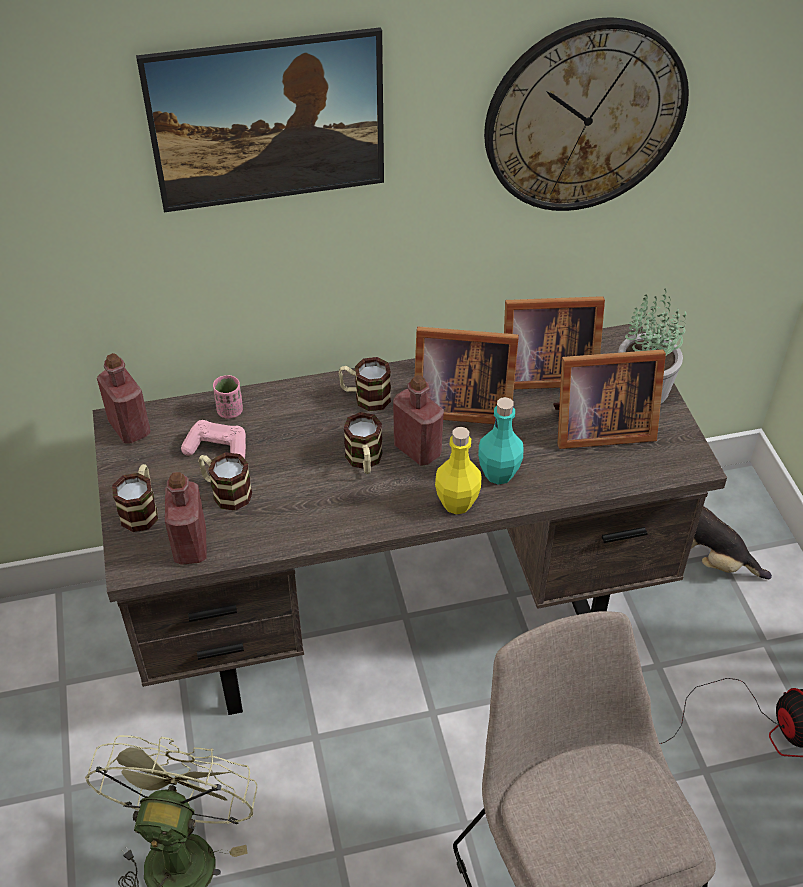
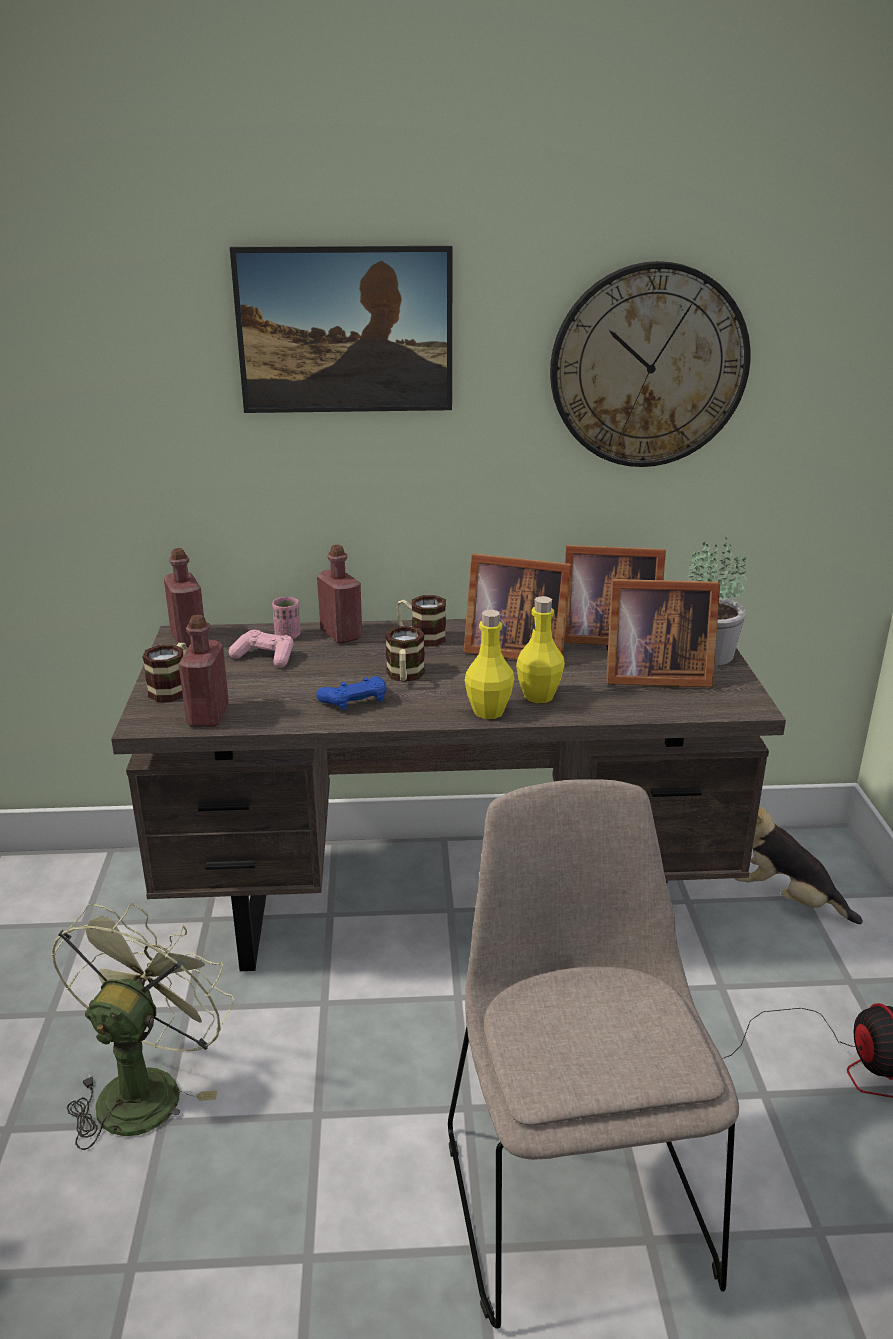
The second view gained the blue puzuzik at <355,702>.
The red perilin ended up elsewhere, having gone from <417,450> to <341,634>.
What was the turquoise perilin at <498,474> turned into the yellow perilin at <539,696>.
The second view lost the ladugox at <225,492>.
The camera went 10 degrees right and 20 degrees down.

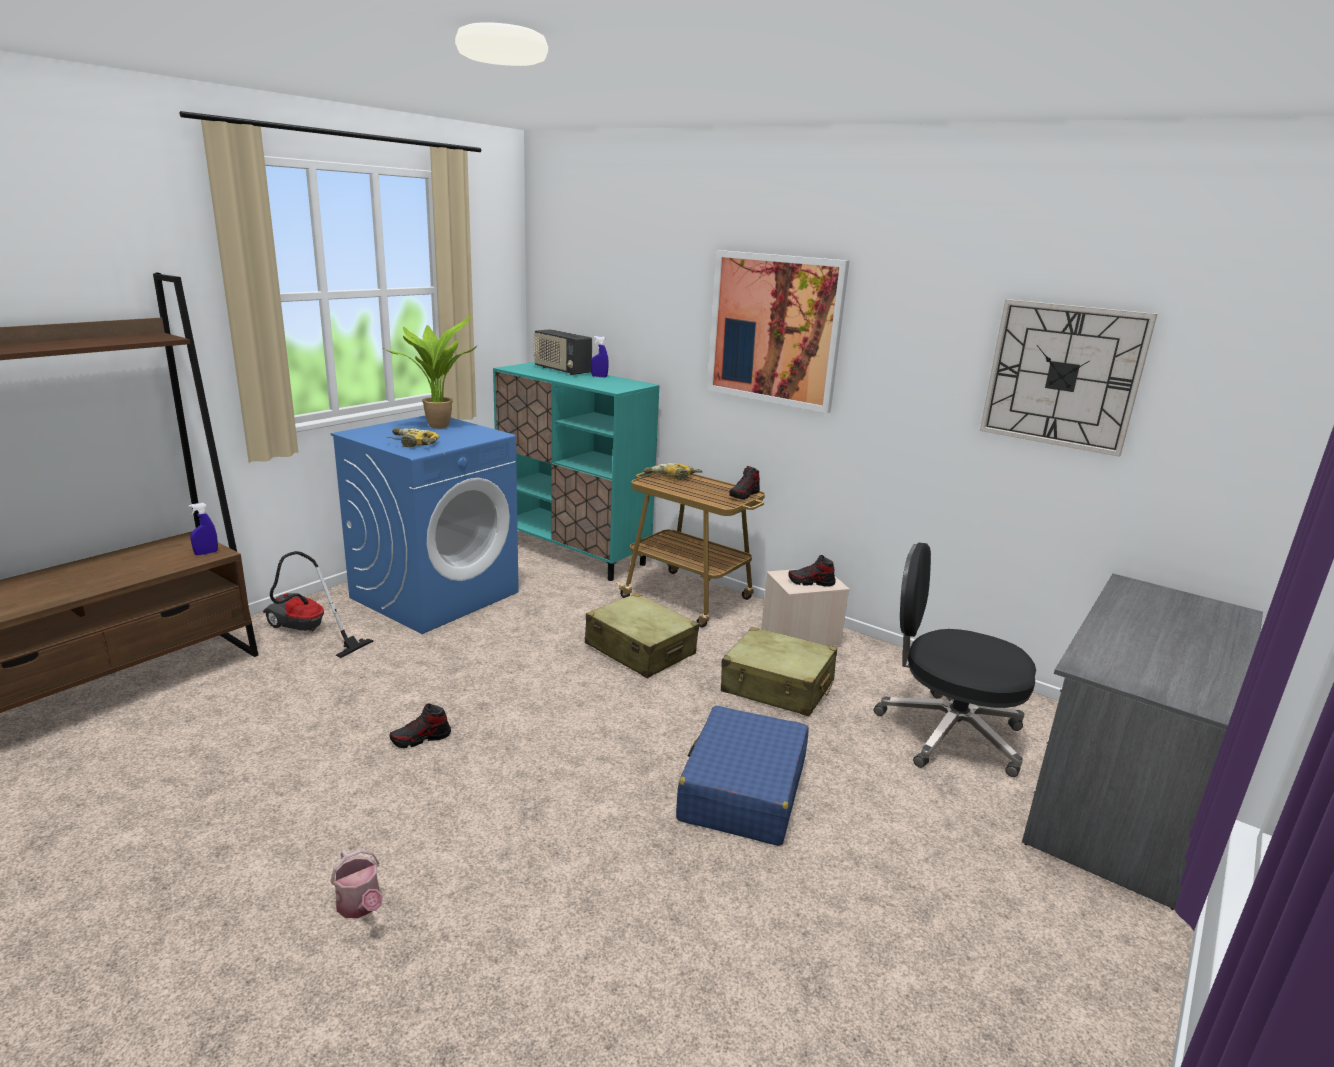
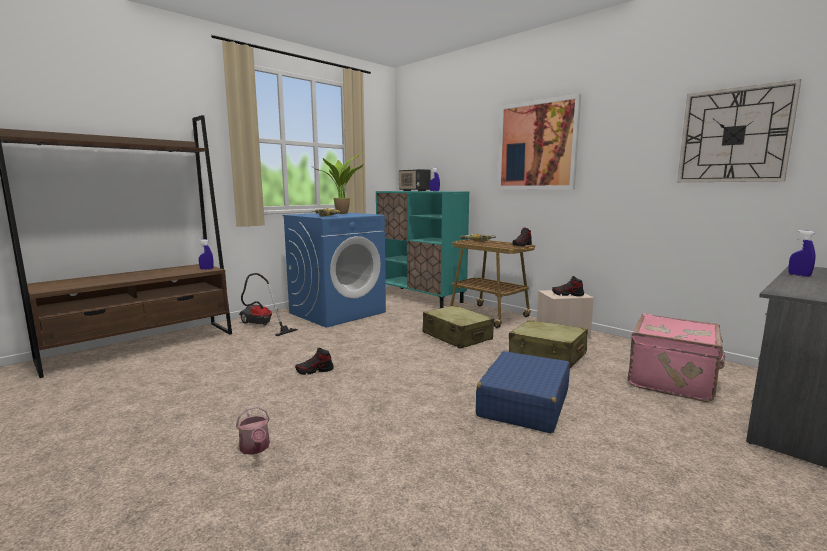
Where the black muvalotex stood at <947,733>, the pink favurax came to stand at <673,380>.
The second view gained the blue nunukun at <799,275>.
The camera went 10 degrees right and 10 degrees down.

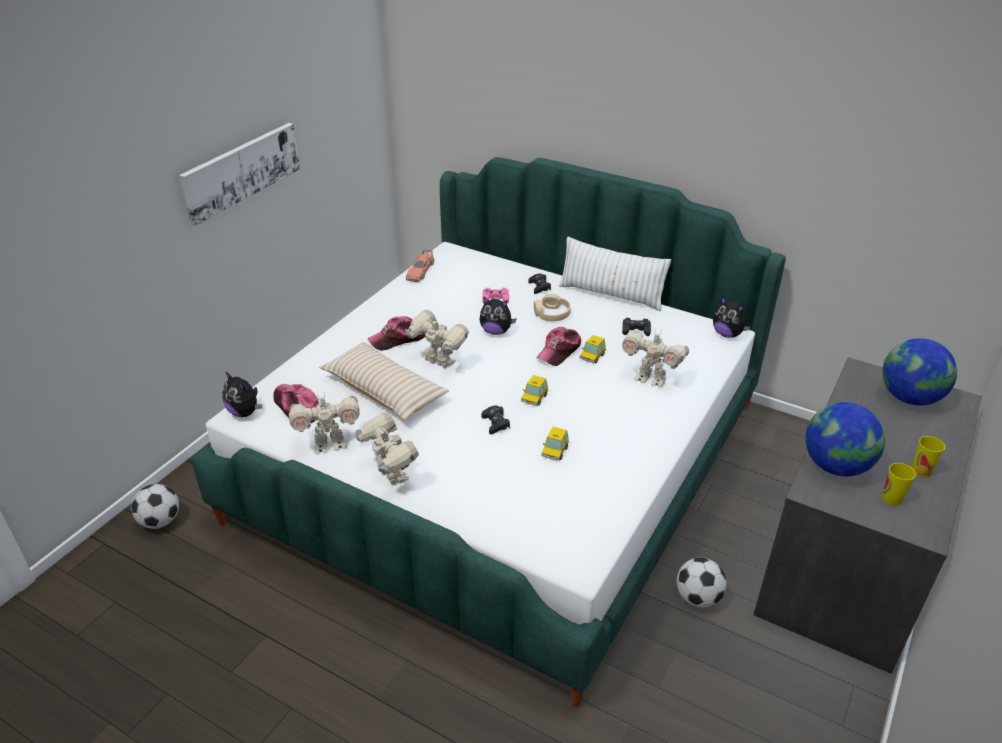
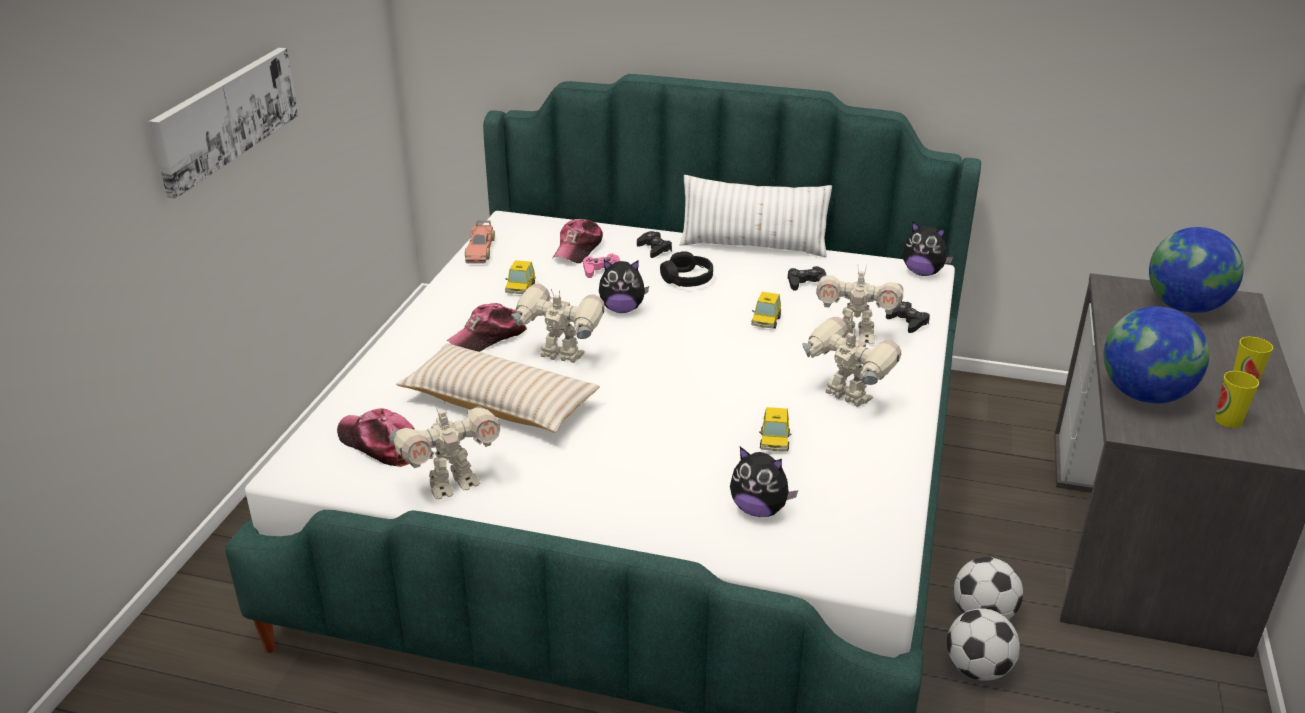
The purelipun ended up elsewhere, having gone from <534,398> to <520,288>.
The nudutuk ended up elsewhere, having gone from <559,351> to <578,249>.
What was the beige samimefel at <551,314> turned into the black samimefel at <687,279>.
The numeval ended up elsewhere, having gone from <245,412> to <759,509>.
The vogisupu ended up elsewhere, having gone from <390,475> to <846,398>.
The black puzuzik ended up elsewhere, having gone from <495,423> to <907,321>.
The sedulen ended up elsewhere, having gone from <161,521> to <978,668>.
The camera went 15 degrees left and 5 degrees down.

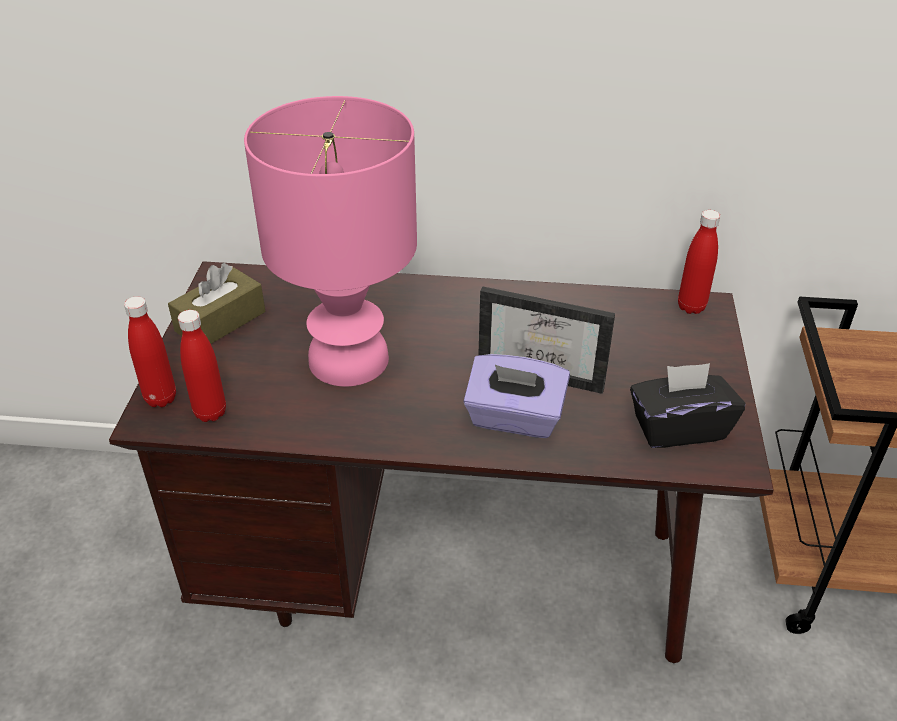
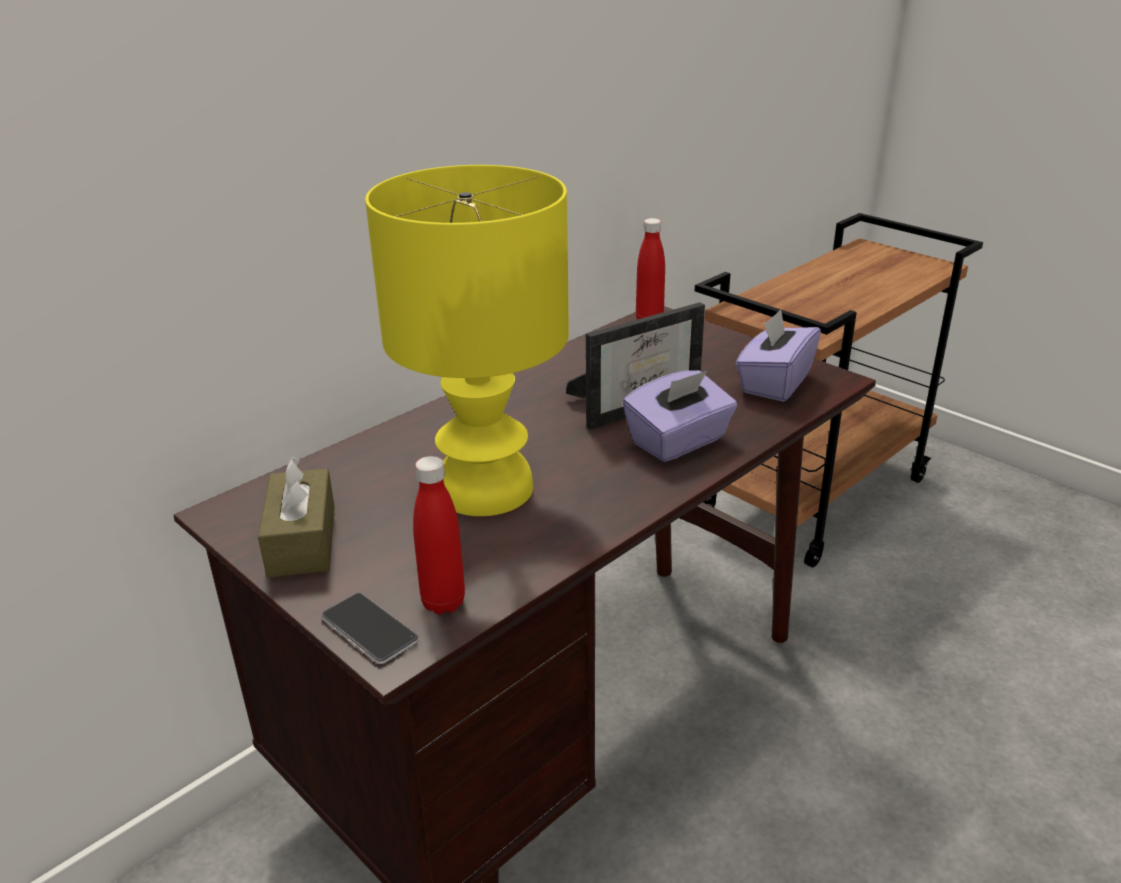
Where the red perilin stood at <161,398>, the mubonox came to stand at <369,629>.
What was the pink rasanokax at <351,359> turned into the yellow rasanokax at <486,487>.
What was the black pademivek at <679,427> turned into the purple pademivek at <774,383>.
The camera went 50 degrees left and 10 degrees down.

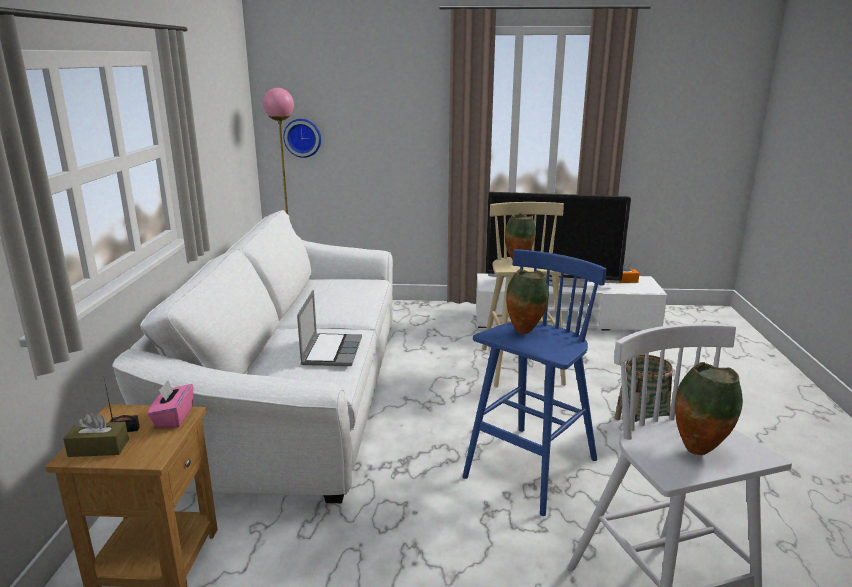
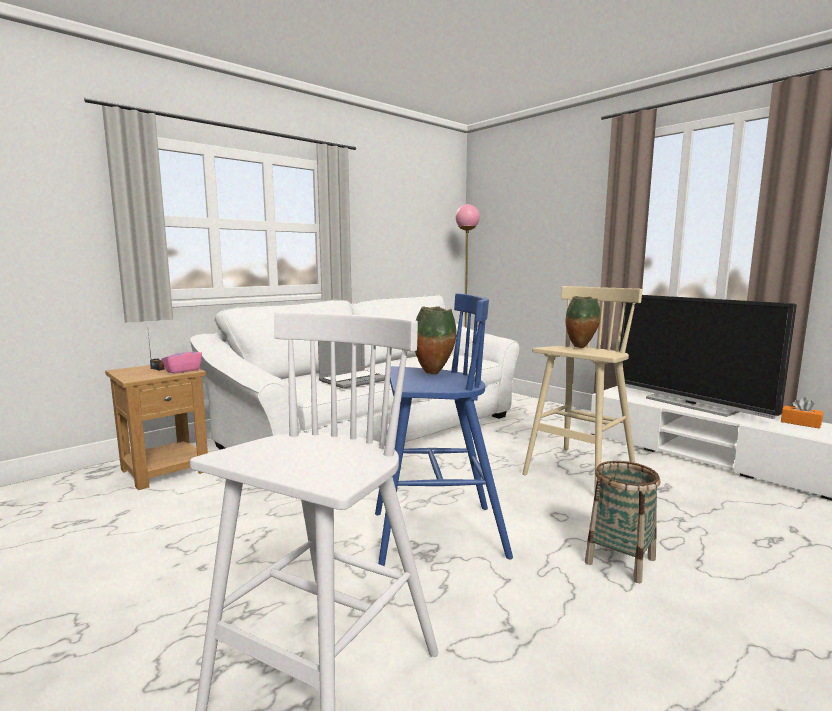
The second view lost the brown pademivek at <98,448>.
The second view lost the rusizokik at <303,137>.
The second view lost the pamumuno at <698,450>.
The camera went 45 degrees right and 10 degrees down.

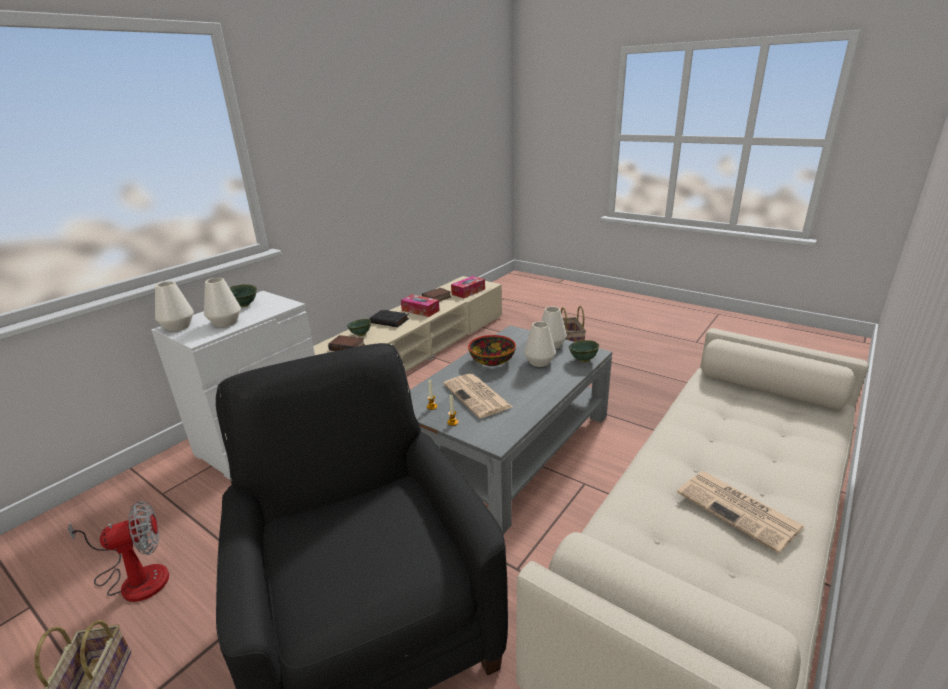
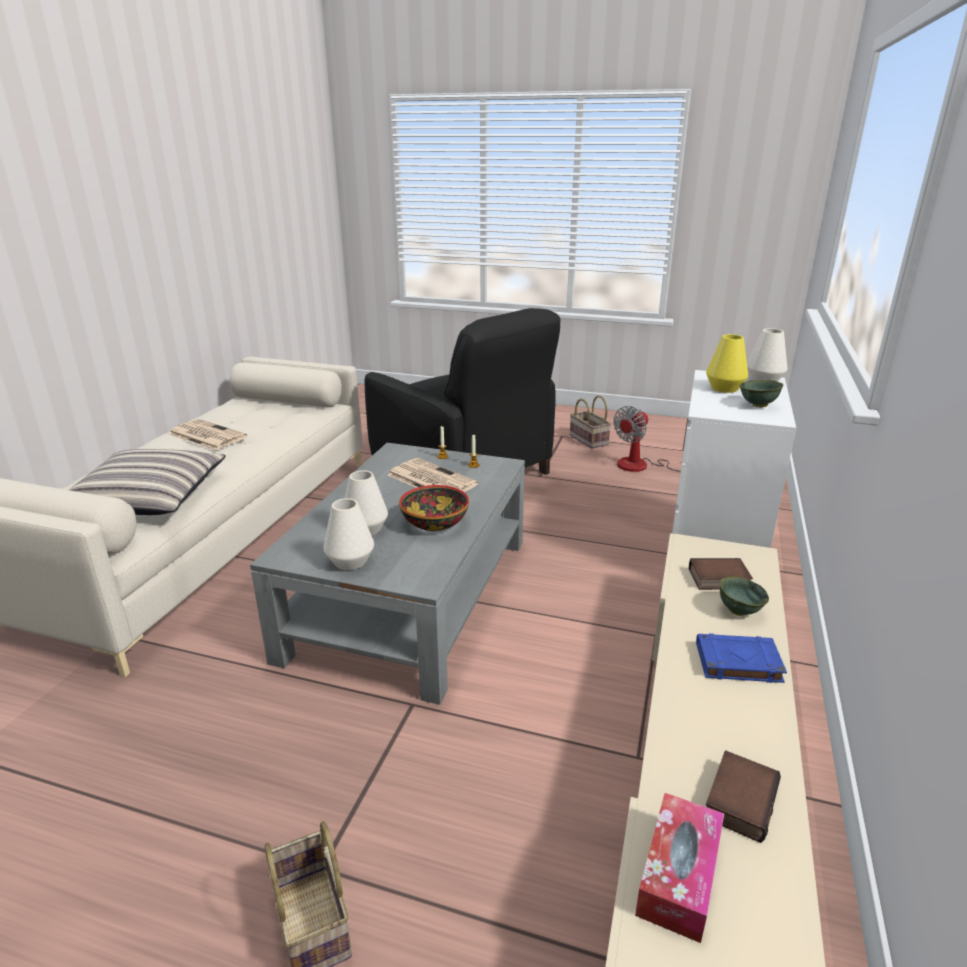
The second view gained the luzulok at <146,498>.
What was the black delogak at <390,321> turned into the blue delogak at <737,662>.
What was the white pamumuno at <225,322> turned into the yellow pamumuno at <724,388>.
The second view lost the pademivek at <420,310>.
The second view lost the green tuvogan at <583,360>.
The camera went 160 degrees right and 0 degrees up.

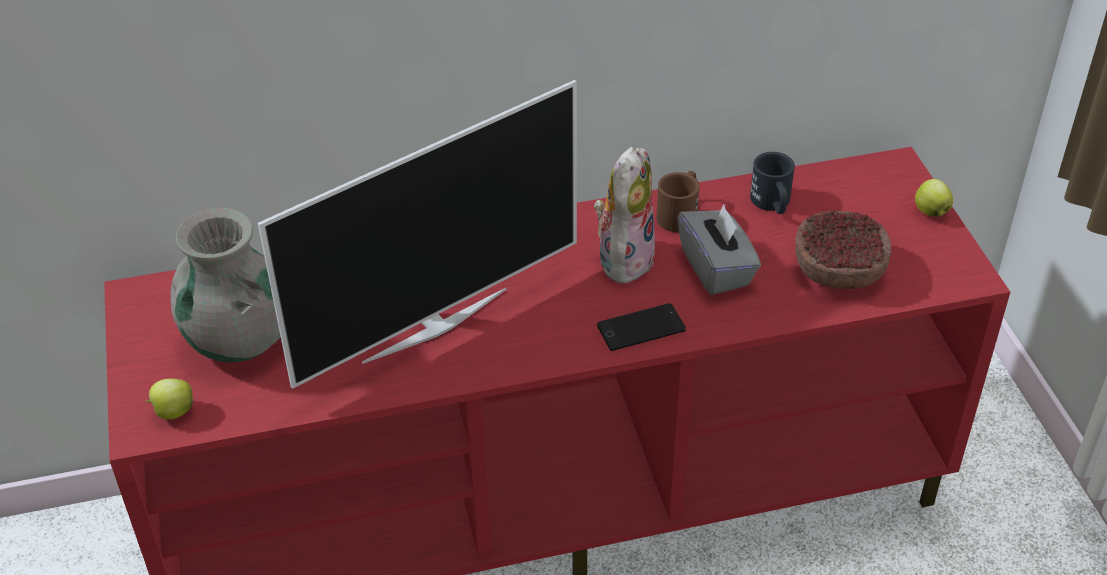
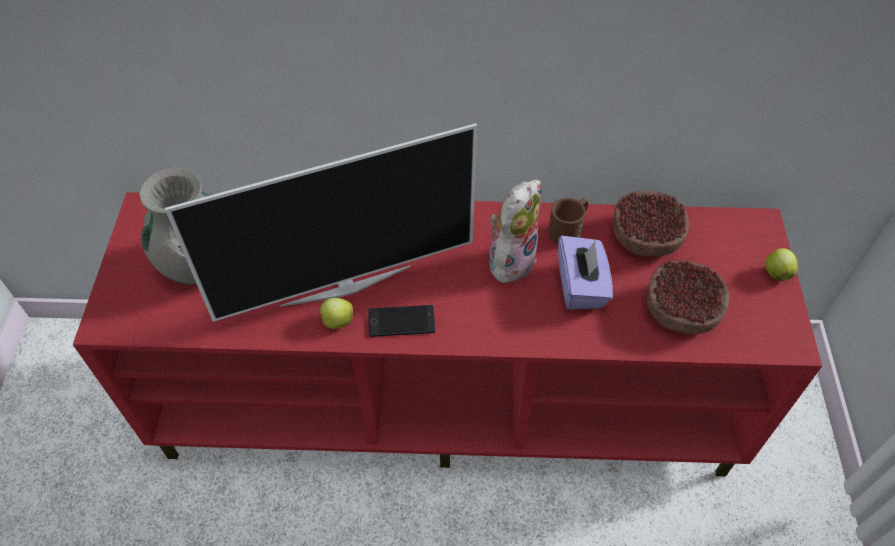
The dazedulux ended up elsewhere, having gone from <173,412> to <337,321>.
The mubonox ended up elsewhere, having gone from <641,328> to <401,321>.
What was the grey pademivek at <716,268> turned into the purple pademivek at <581,286>.
Where the black ladugox stood at <772,204>, the tuvogan came to stand at <646,237>.
The camera went 15 degrees right and 10 degrees up.

